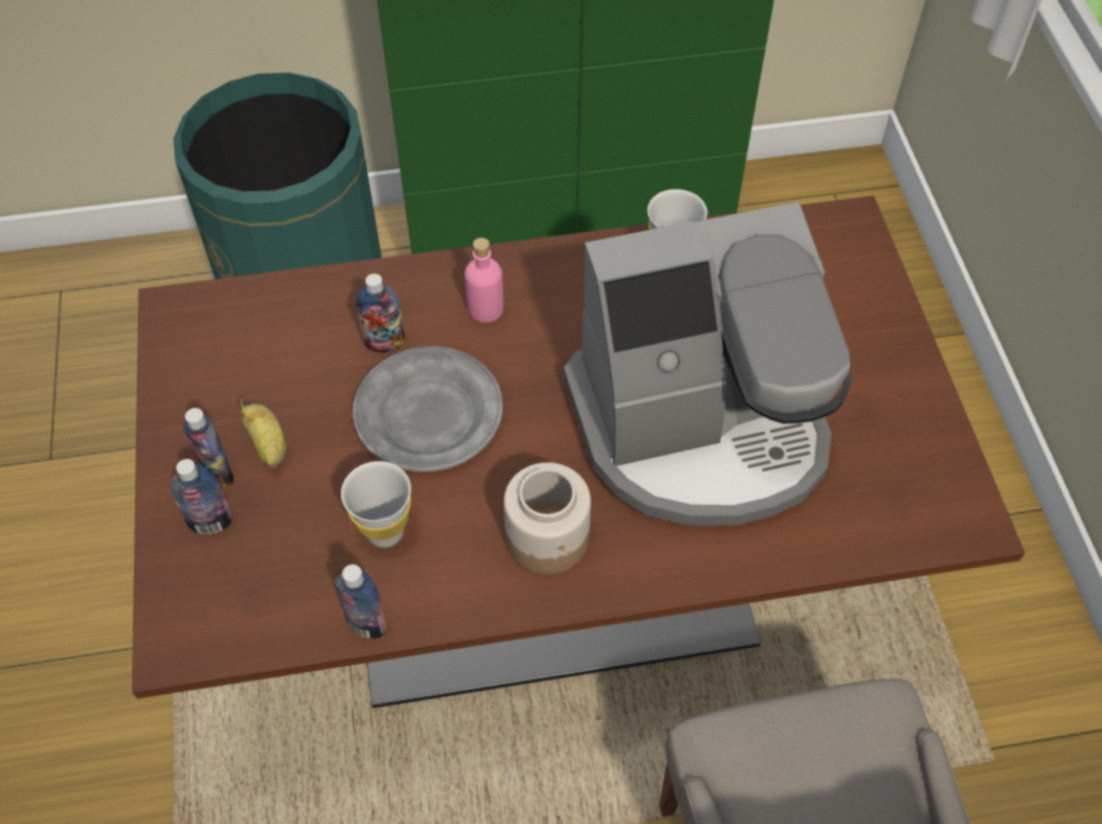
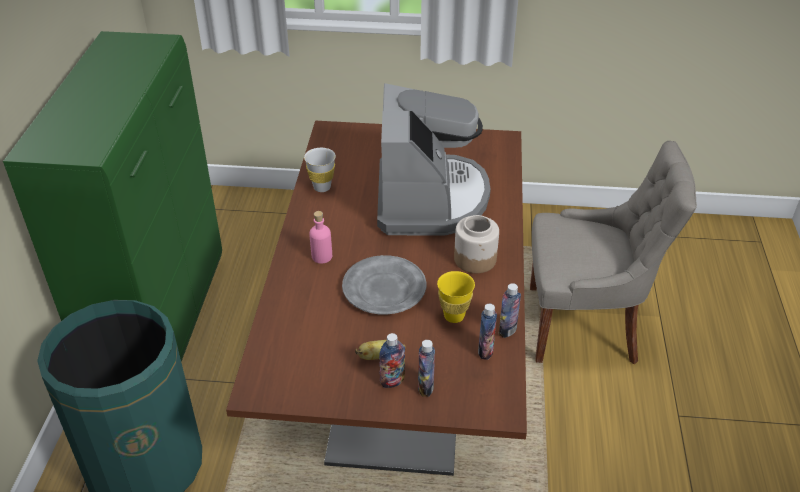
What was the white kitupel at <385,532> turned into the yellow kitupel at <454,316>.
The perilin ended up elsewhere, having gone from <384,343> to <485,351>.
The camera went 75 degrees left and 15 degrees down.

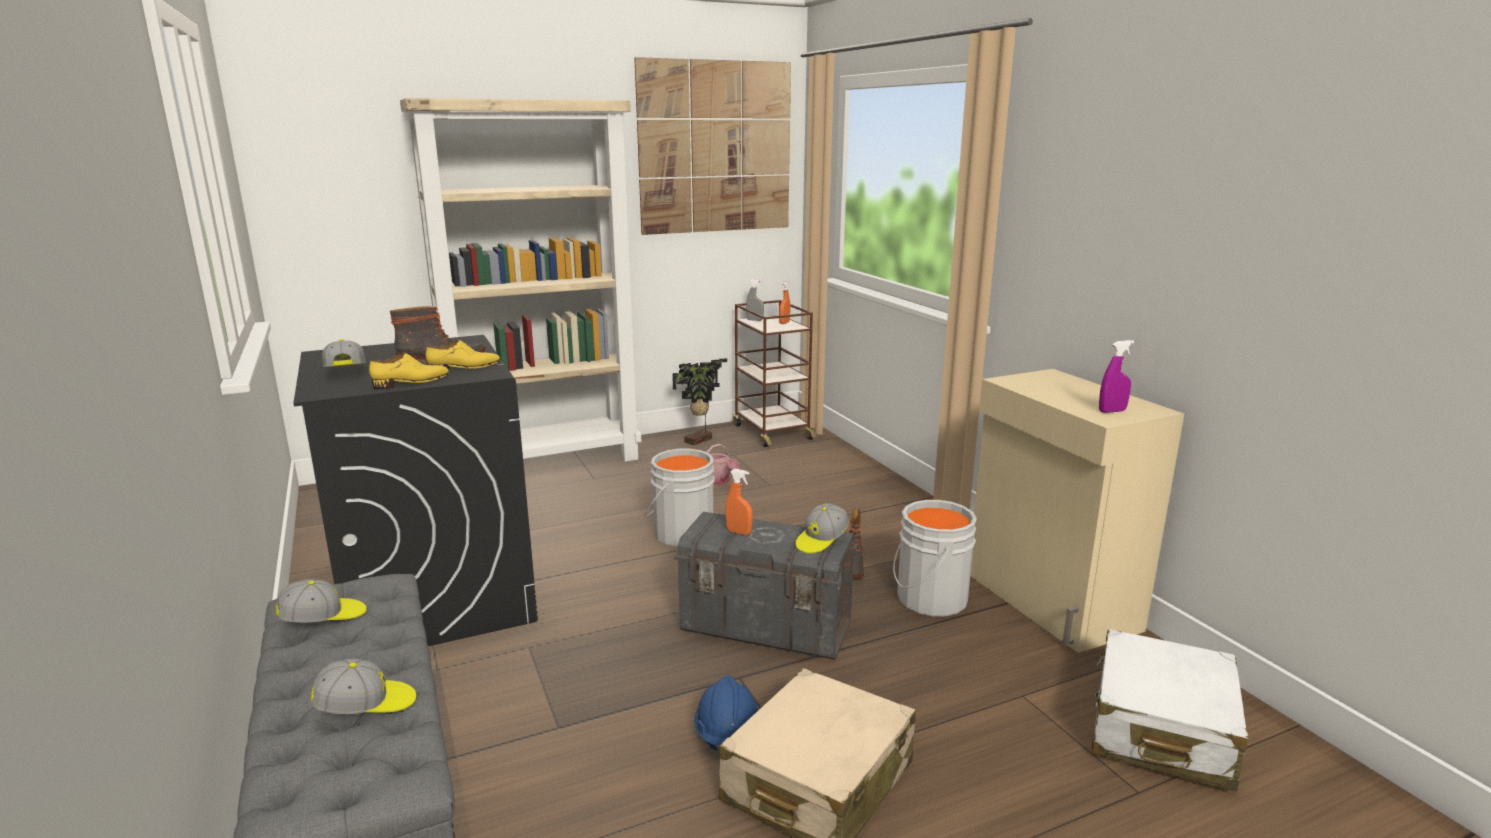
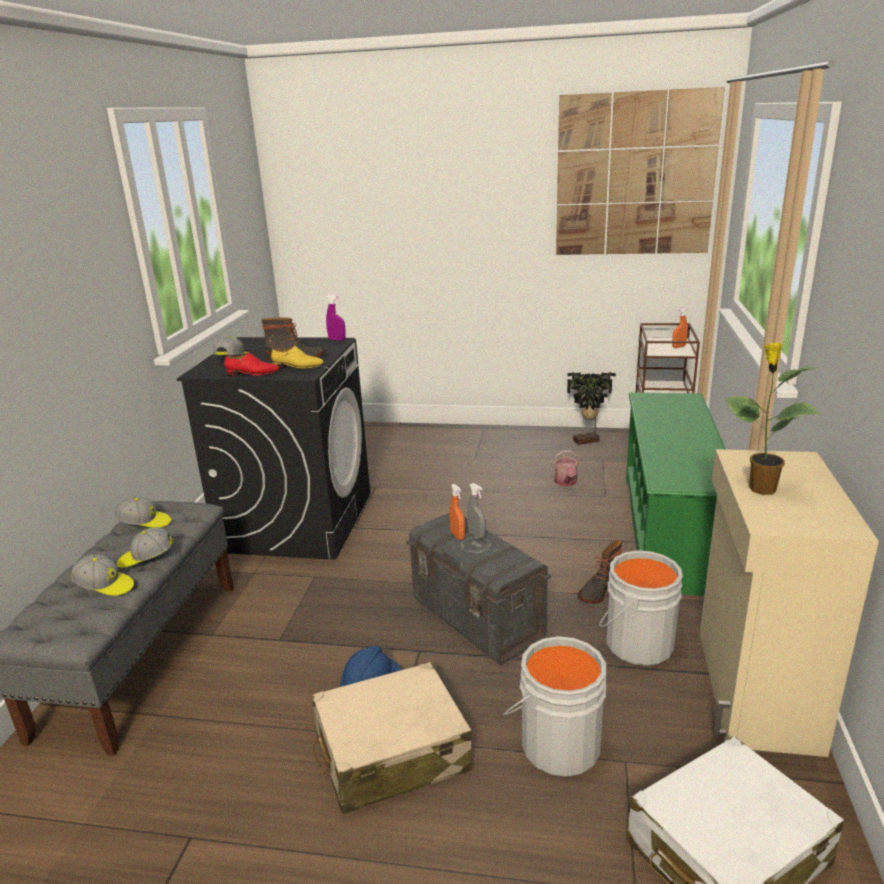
The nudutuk ended up elsewhere, having gone from <821,540> to <146,558>.
What was the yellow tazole at <412,382> turned into the red tazole at <253,374>.
The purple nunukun ended up elsewhere, having gone from <1112,411> to <337,340>.
The grey nunukun ended up elsewhere, having gone from <755,320> to <476,535>.
The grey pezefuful ended up elsewhere, having gone from <681,533> to <557,742>.
The second view gained the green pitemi at <669,531>.
The second view gained the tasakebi at <760,489>.
The second view lost the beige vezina at <547,462>.
The camera went 35 degrees right and 5 degrees up.

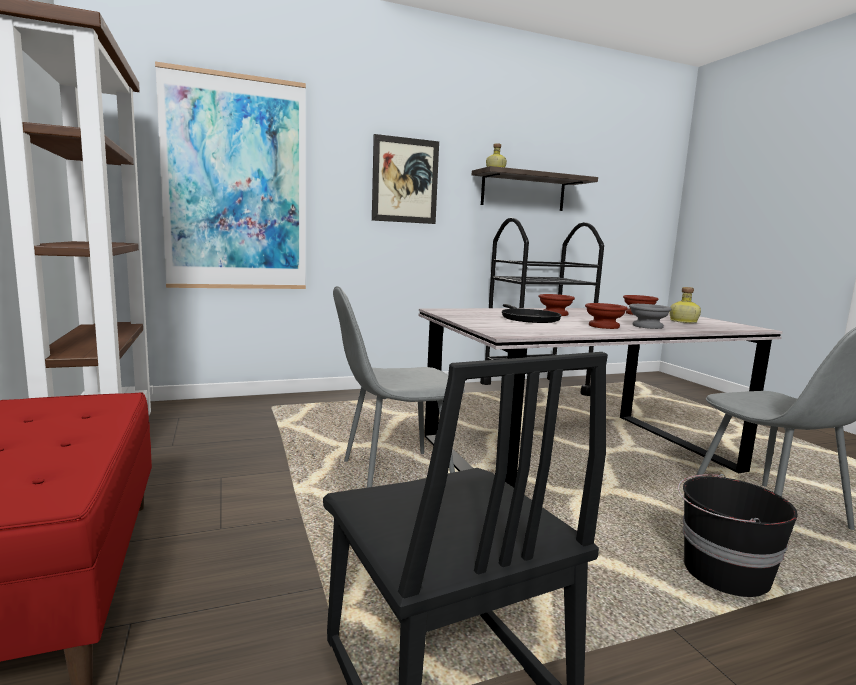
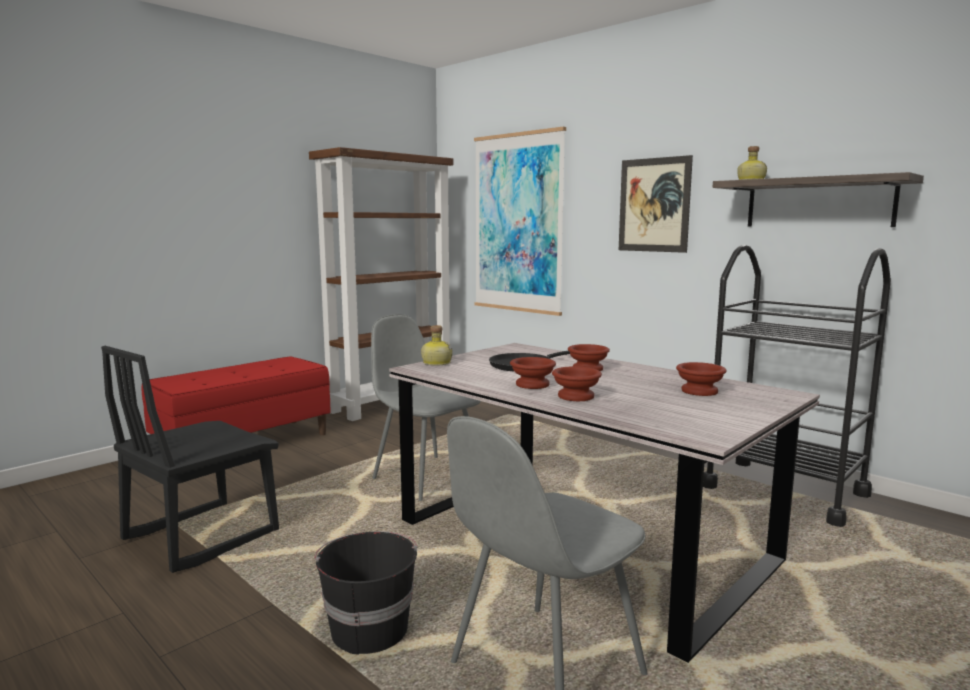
The perilin ended up elsewhere, having gone from <682,321> to <436,363>.
What was the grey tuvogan at <649,326> turned into the brown tuvogan at <576,397>.
The camera went 65 degrees right and 0 degrees up.

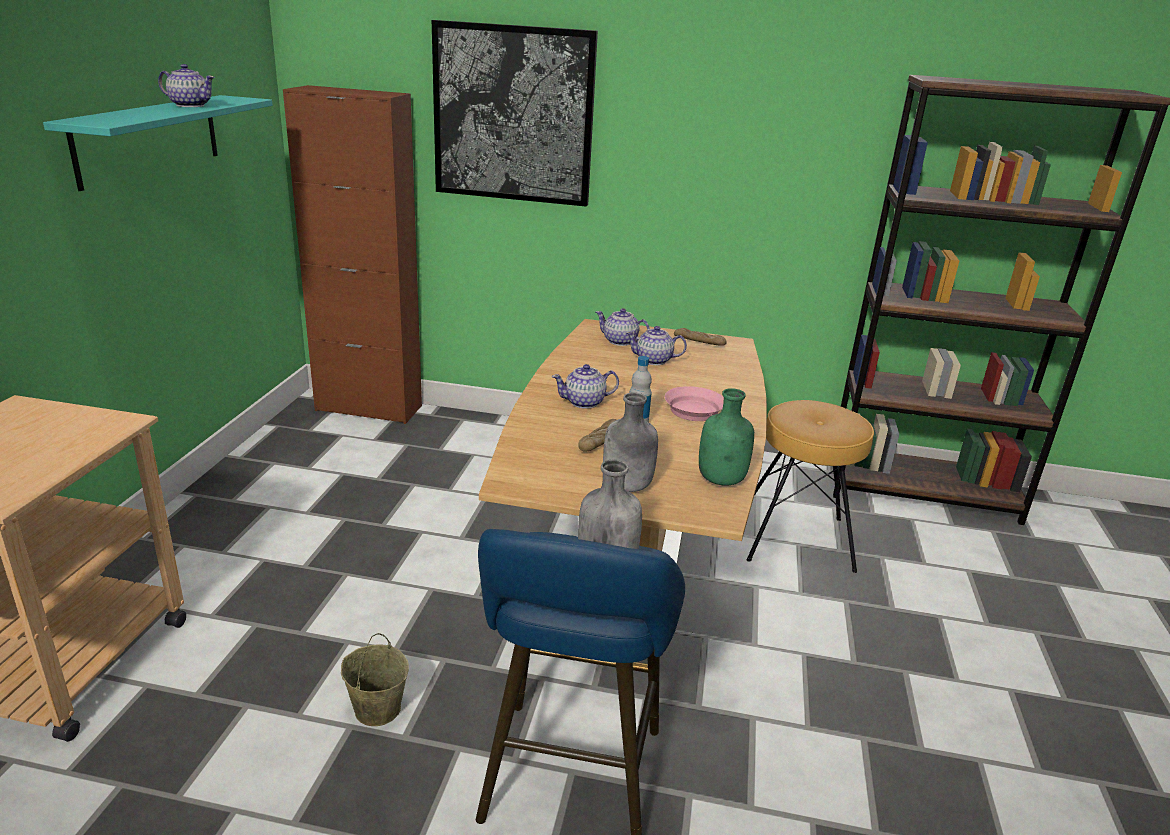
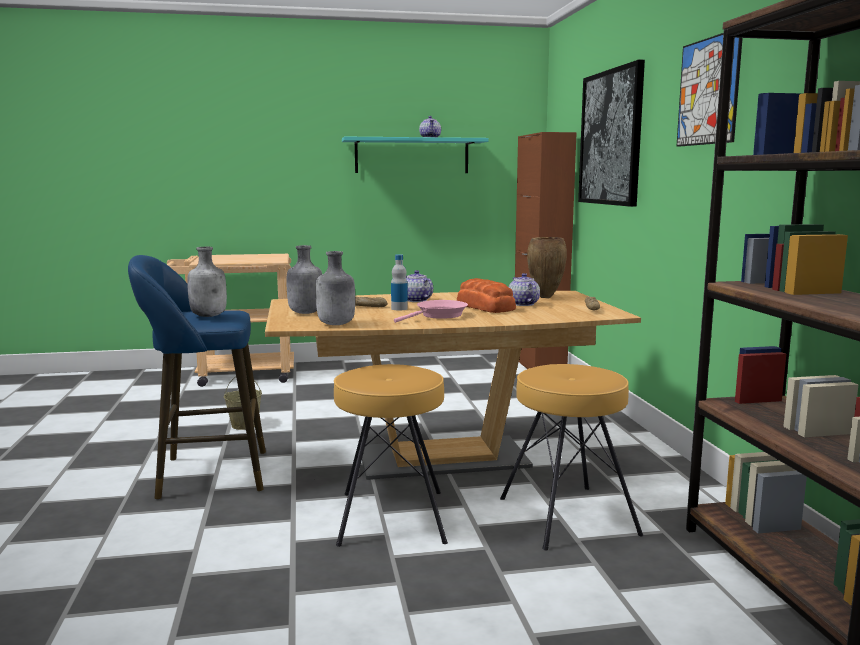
What was the green perilin at <722,480> turned into the grey perilin at <336,324>.
The second view gained the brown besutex at <391,517>.
The second view gained the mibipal at <485,307>.
Where the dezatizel stood at <620,341>, the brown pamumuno came to stand at <545,297>.
The second view gained the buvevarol at <708,91>.
The camera went 70 degrees right and 15 degrees down.

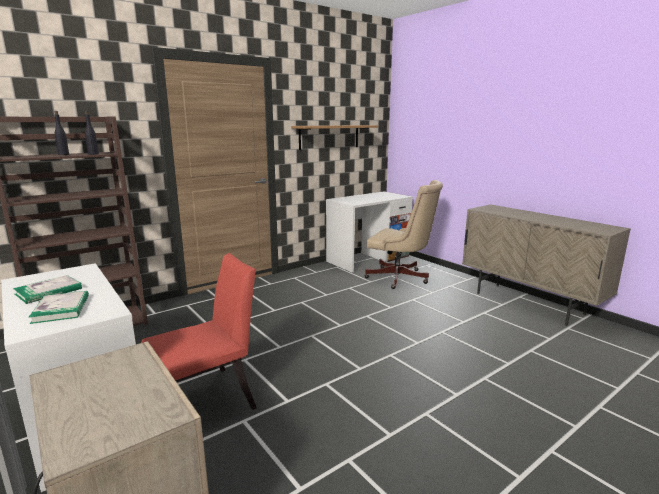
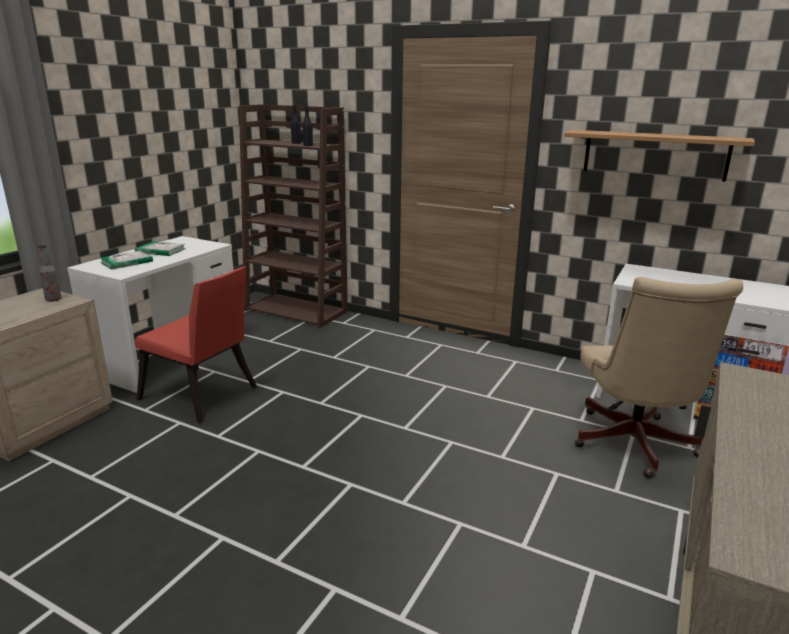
The second view gained the perilin at <53,300>.
The camera went 65 degrees right and 5 degrees up.

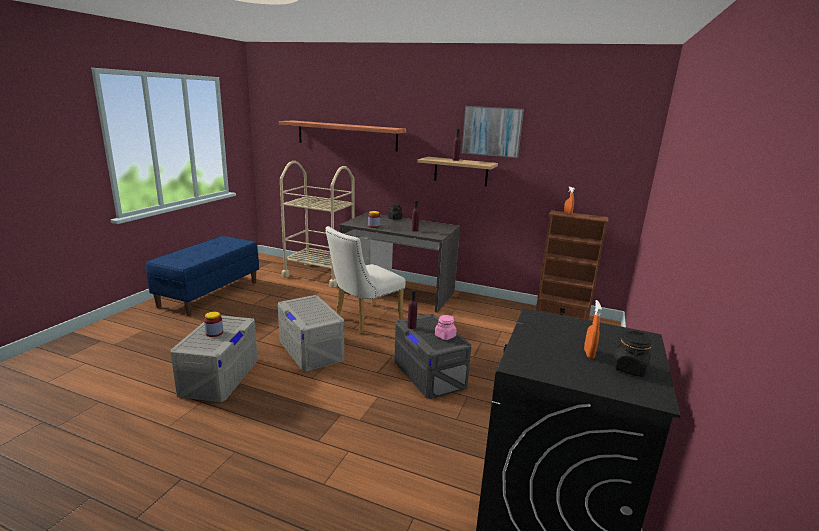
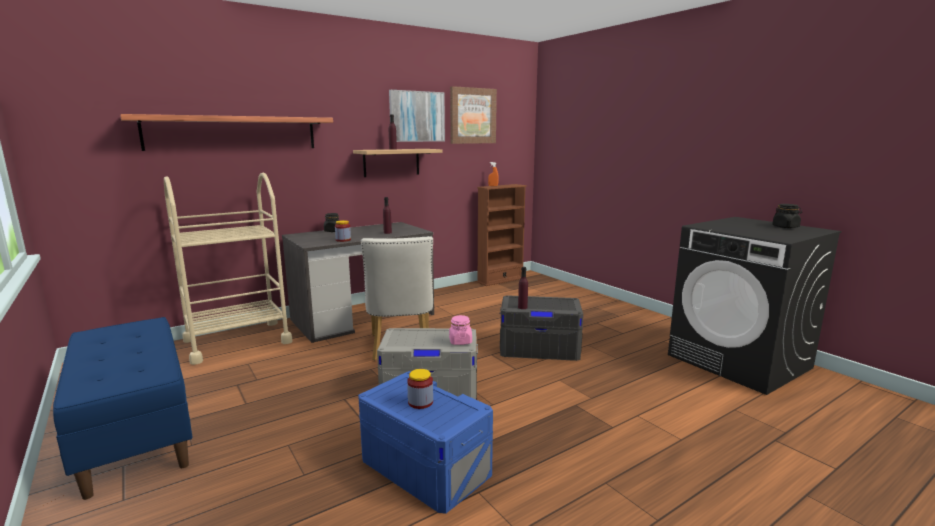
What was the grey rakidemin at <219,376> turned into the blue rakidemin at <425,466>.
The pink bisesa ended up elsewhere, having gone from <445,336> to <460,341>.
The second view gained the buvevarol at <472,116>.
The second view lost the orange nunukun at <589,354>.
The camera went 55 degrees left and 5 degrees down.

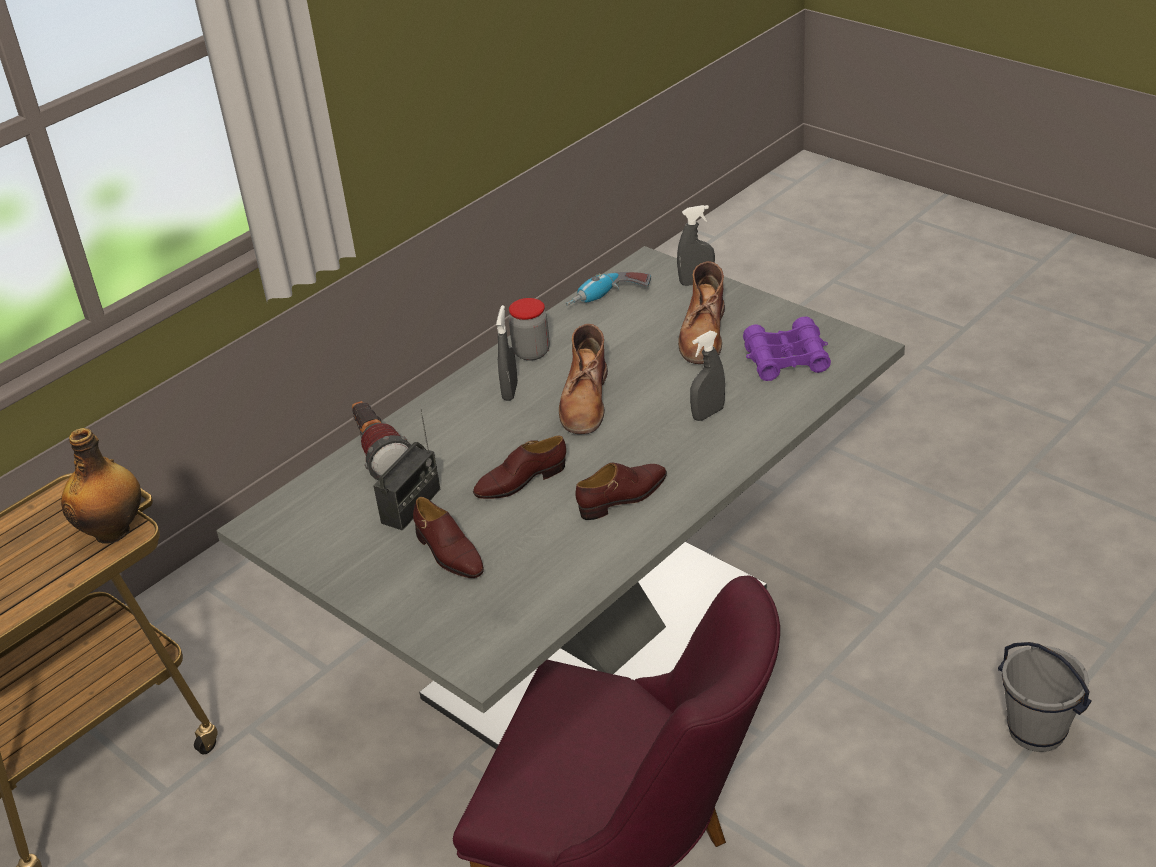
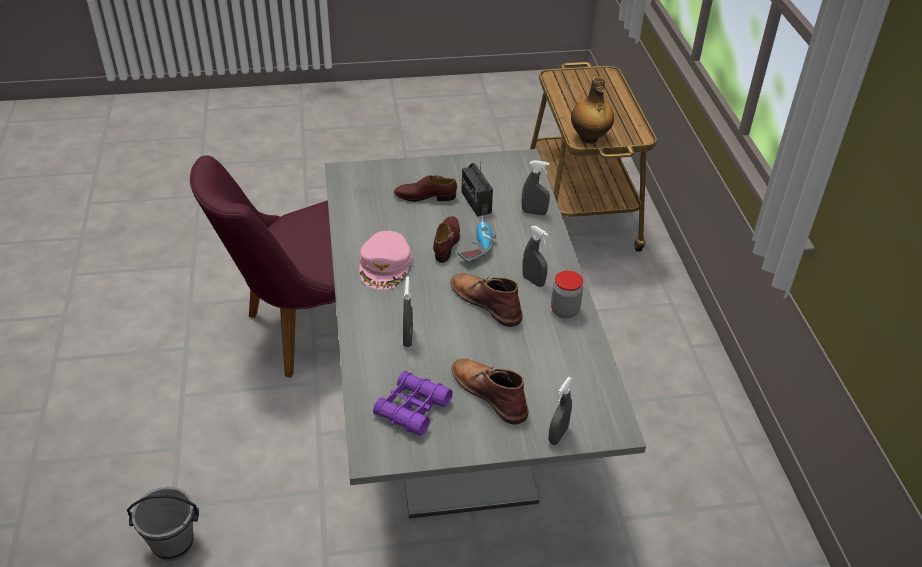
Where the brown tazole stood at <623,497>, the pink nudutuk came to stand at <385,265>.
The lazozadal ended up elsewhere, having gone from <608,299> to <476,245>.
Where the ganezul stood at <379,454>, the grey nunukun came to stand at <534,212>.
The camera went 125 degrees right and 5 degrees up.

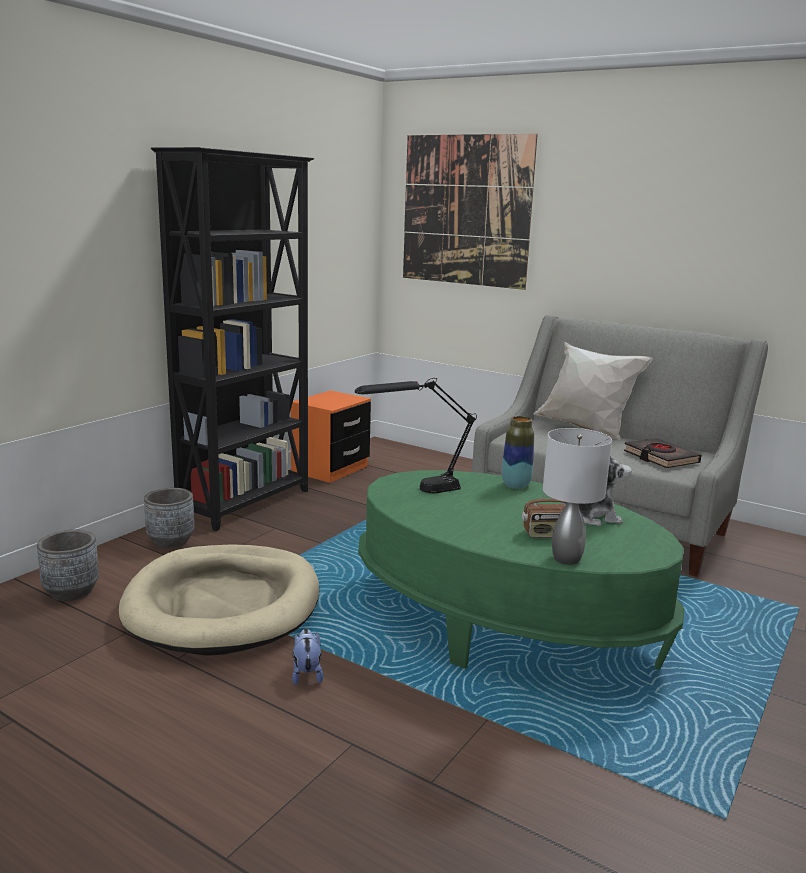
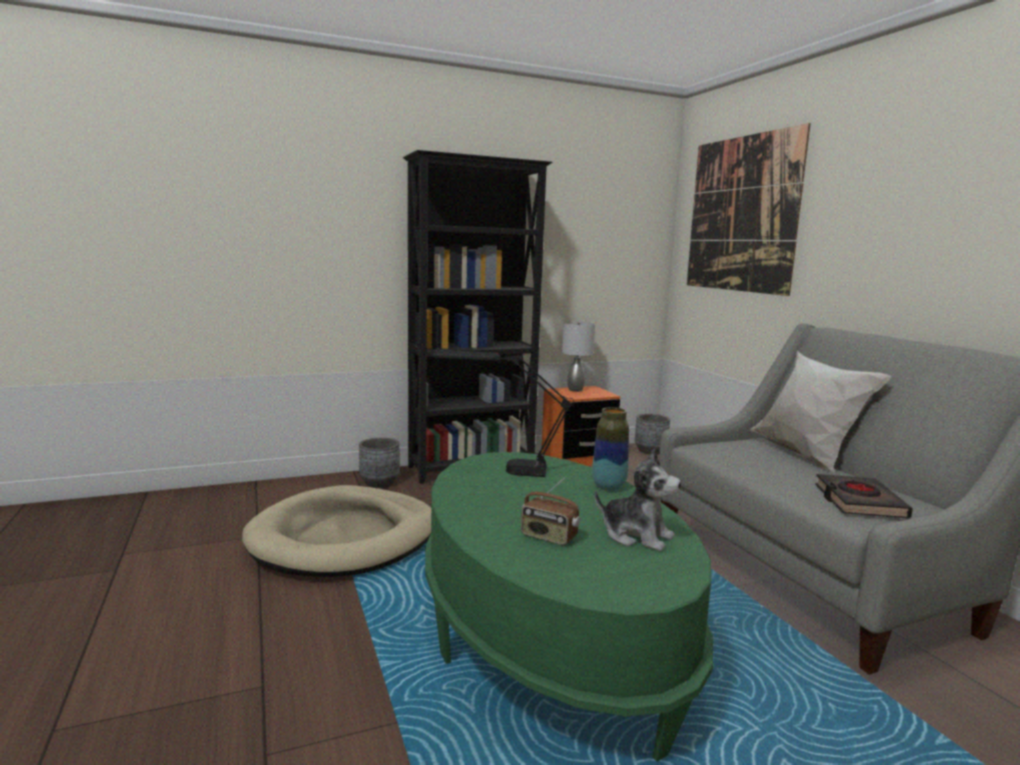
The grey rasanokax ended up elsewhere, having gone from <566,559> to <575,390>.
The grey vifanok ended up elsewhere, having gone from <71,592> to <650,451>.
The second view lost the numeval at <306,674>.
The camera went 35 degrees right and 5 degrees down.

